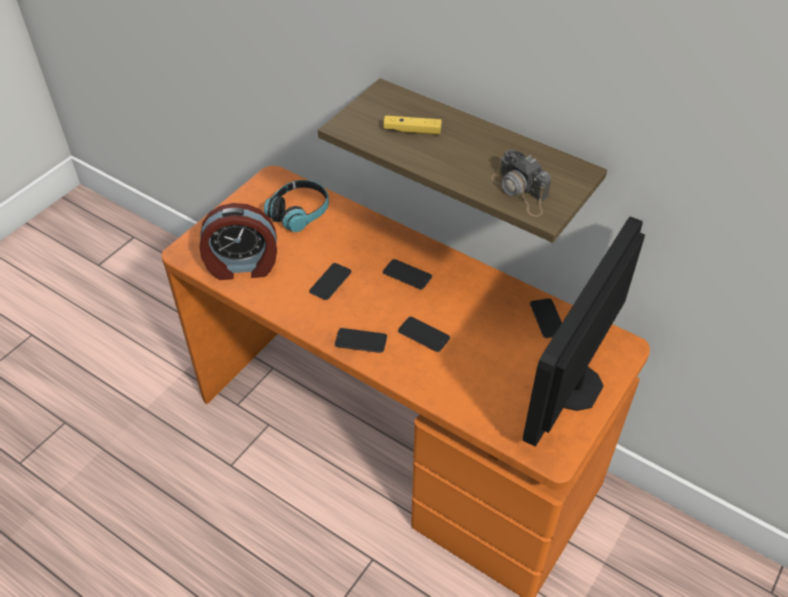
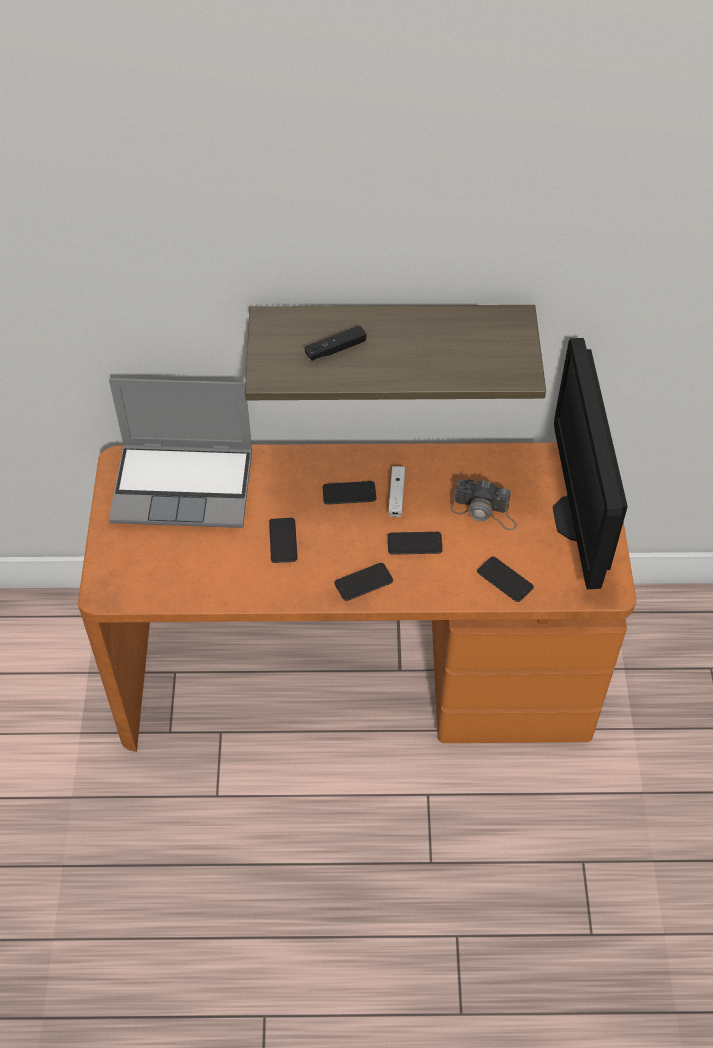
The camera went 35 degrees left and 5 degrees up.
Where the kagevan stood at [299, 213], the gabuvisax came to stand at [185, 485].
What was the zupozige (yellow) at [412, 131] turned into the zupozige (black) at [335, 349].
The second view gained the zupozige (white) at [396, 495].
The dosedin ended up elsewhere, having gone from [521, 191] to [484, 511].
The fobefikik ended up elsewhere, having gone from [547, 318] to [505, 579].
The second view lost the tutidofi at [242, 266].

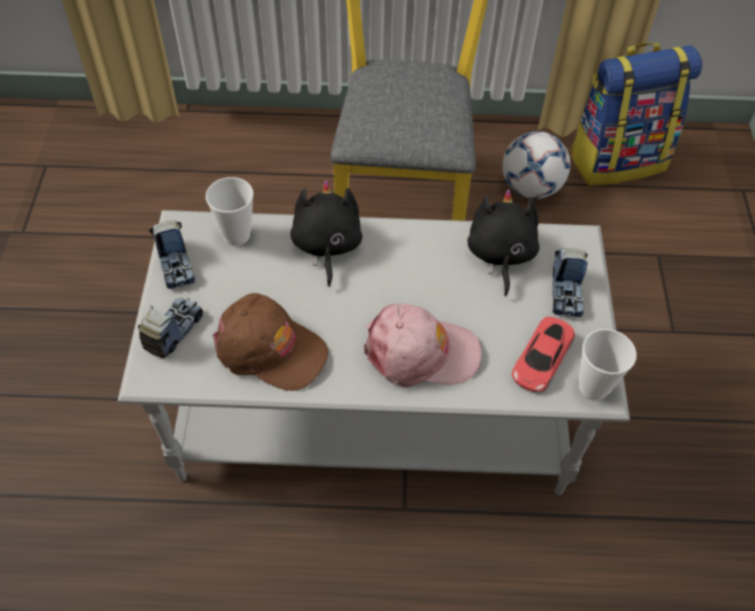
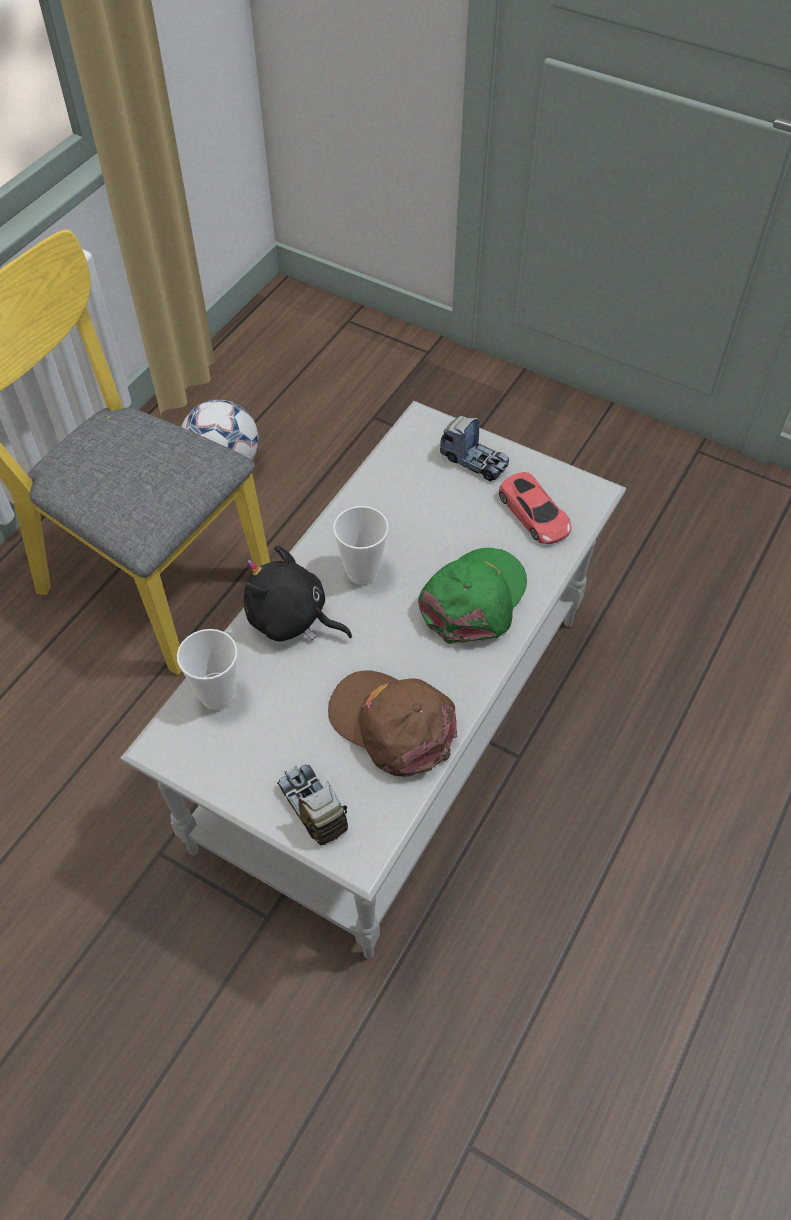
The camera went 60 degrees left and 0 degrees up.
The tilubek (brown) at [270, 349] ended up facing another way, 105 degrees counterclockwise from before.
The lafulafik ended up elsewhere, having gone from [593, 387] to [362, 572].
What was the tilubek (pink) at [421, 352] turned into the tilubek (green) at [474, 599].
The second view lost the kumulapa at [176, 264].
The second view lost the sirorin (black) at [500, 255].
The second view lost the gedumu at [617, 160].

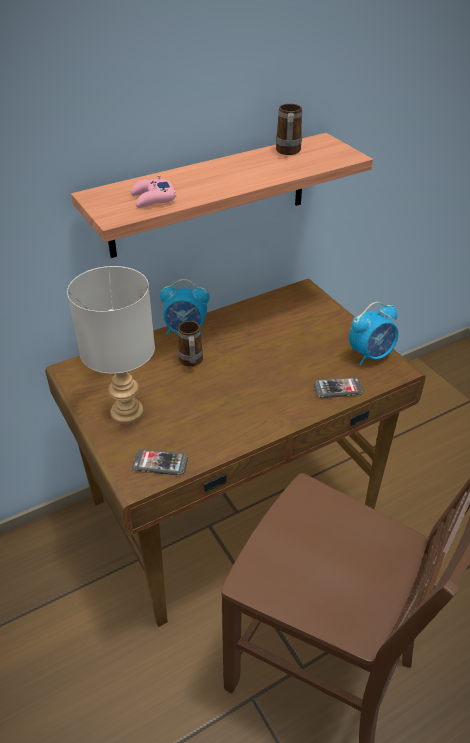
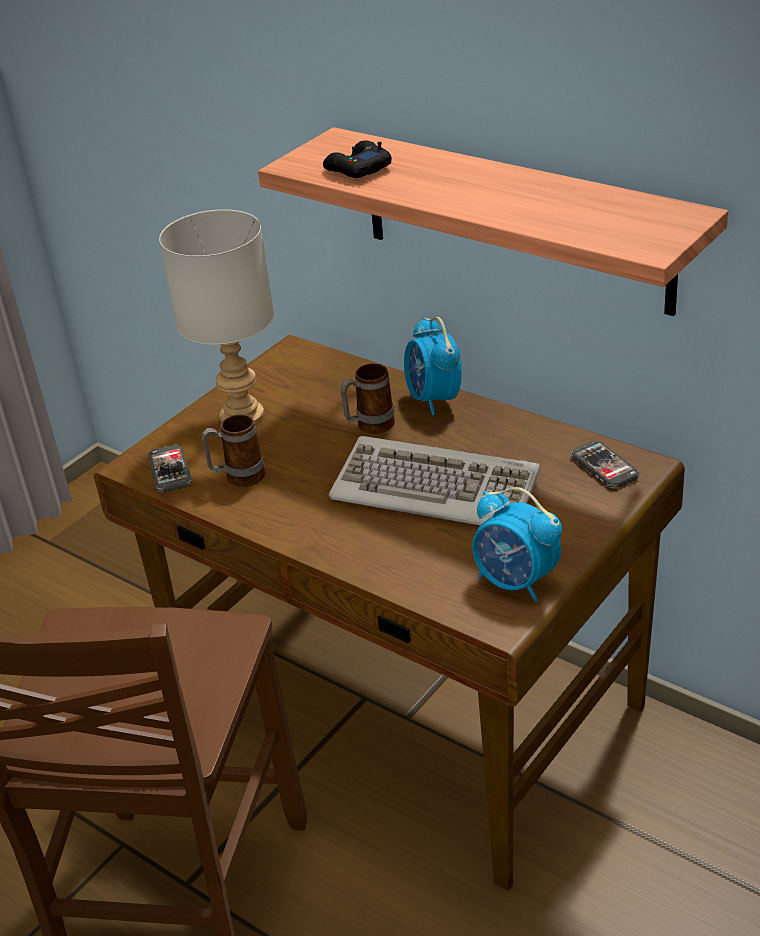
The camera went 70 degrees right and 5 degrees down.
The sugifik ended up elsewhere, having gone from [288, 152] to [238, 478].
What was the zupozige (pink) at [153, 199] turned into the zupozige (black) at [357, 169].
The second view gained the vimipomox at [436, 488].
The fobefikik ended up elsewhere, having gone from [338, 389] to [604, 467].

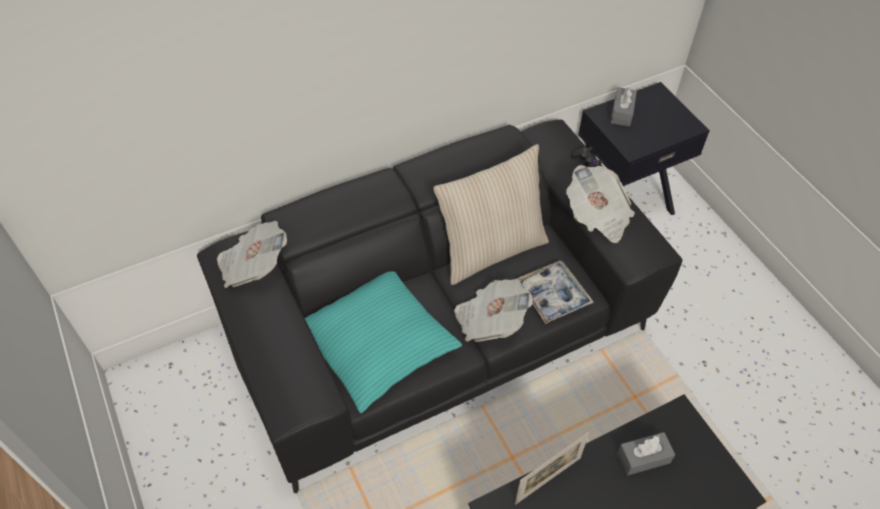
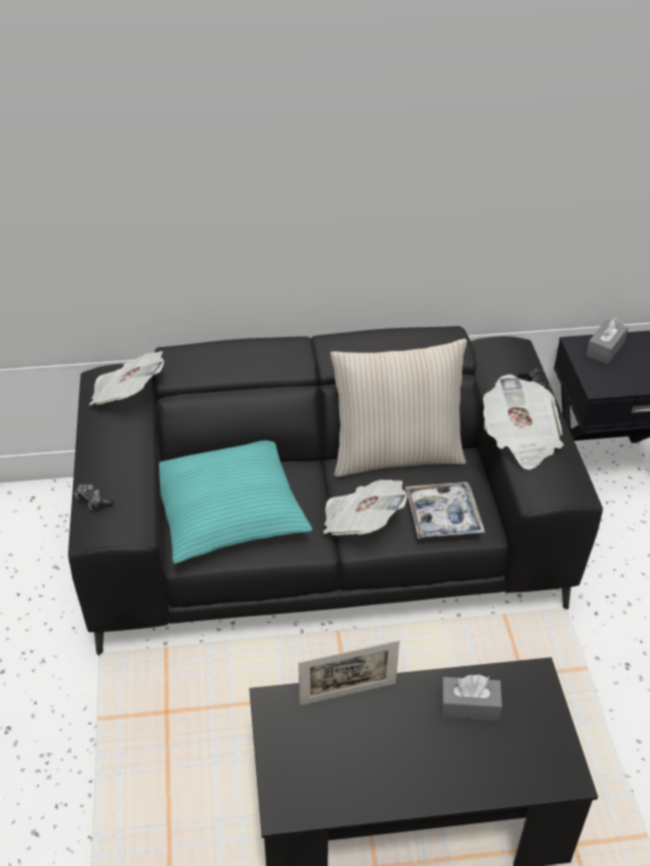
The camera went 20 degrees right and 10 degrees down.
The second view gained the zupozige at [93, 501].

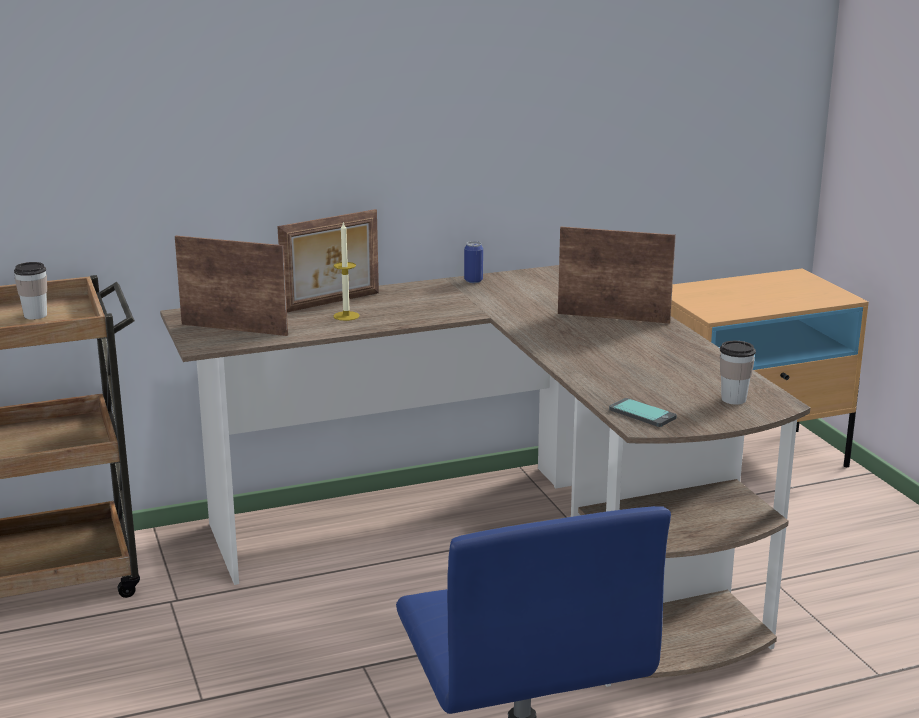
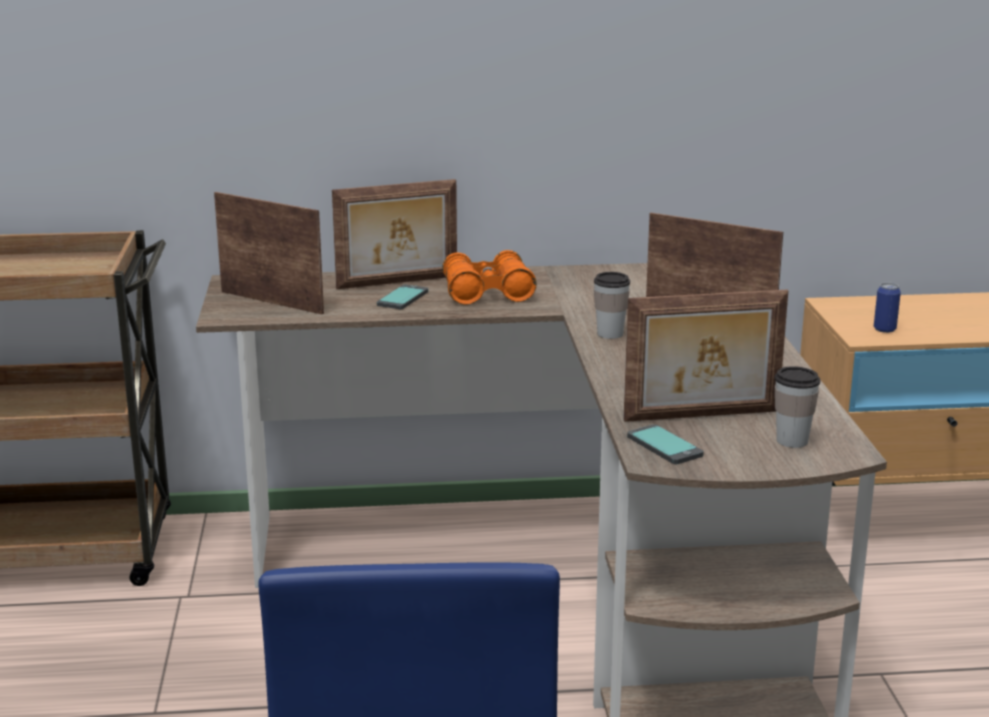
The camera went 15 degrees right and 0 degrees up.
Where the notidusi stood at [346, 316], the fobefikik came to stand at [402, 298].
The second view gained the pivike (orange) at [487, 293].
The lafulafik ended up elsewhere, having gone from [35, 315] to [610, 334].
The second view gained the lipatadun at [702, 417].
The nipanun ended up elsewhere, having gone from [473, 280] to [884, 329].

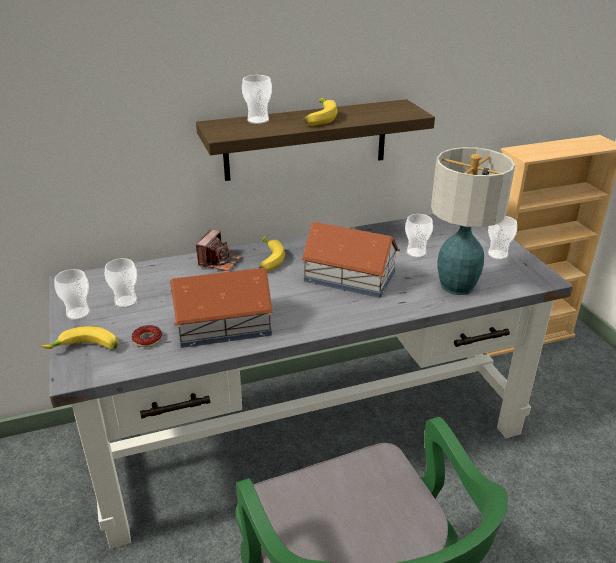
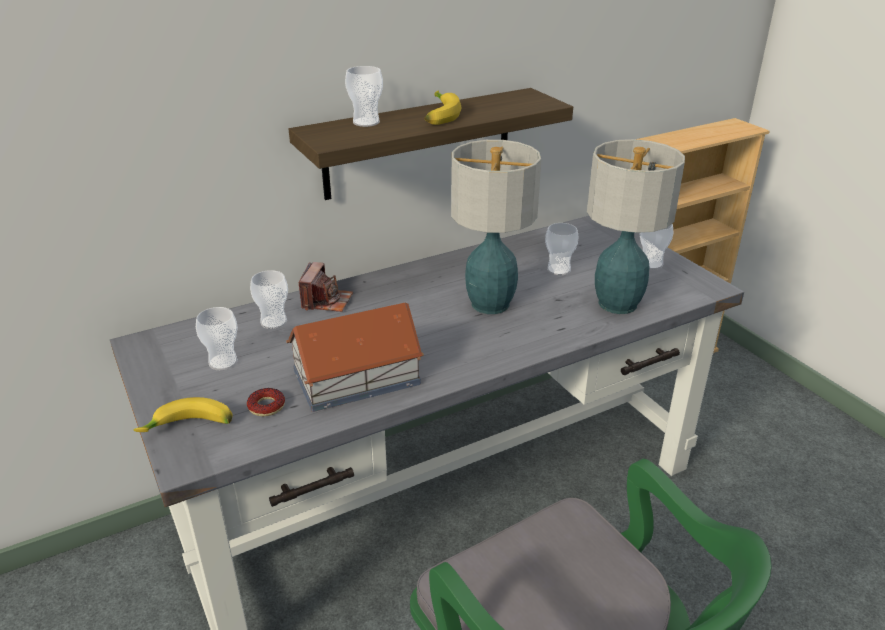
The camera went 10 degrees left and 0 degrees up.
The lafulafik ended up elsewhere, having gone from [78, 313] to [273, 322].
Where the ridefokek stood at [349, 276], the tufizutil came to stand at [489, 303].
The second view lost the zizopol at [267, 259].

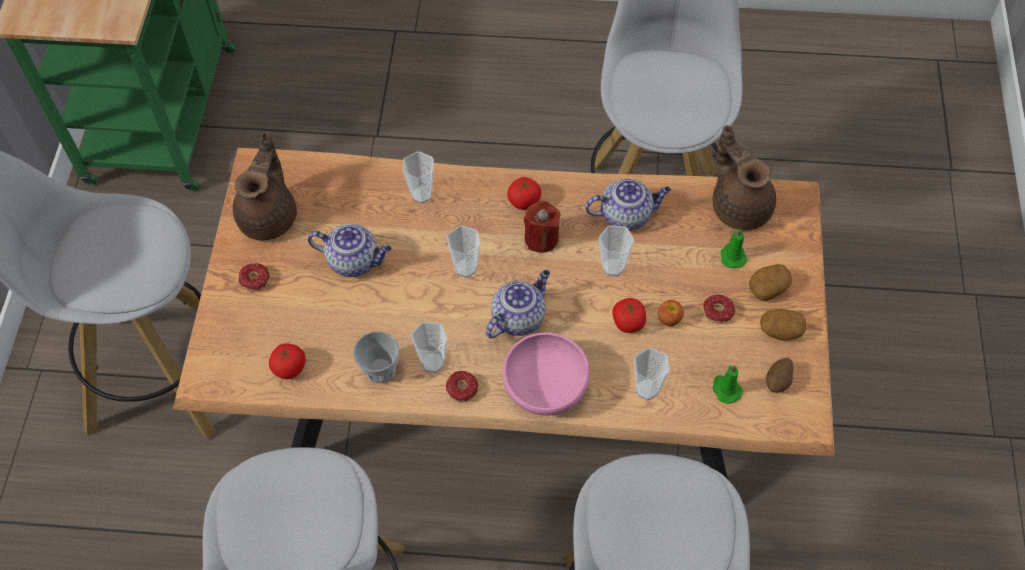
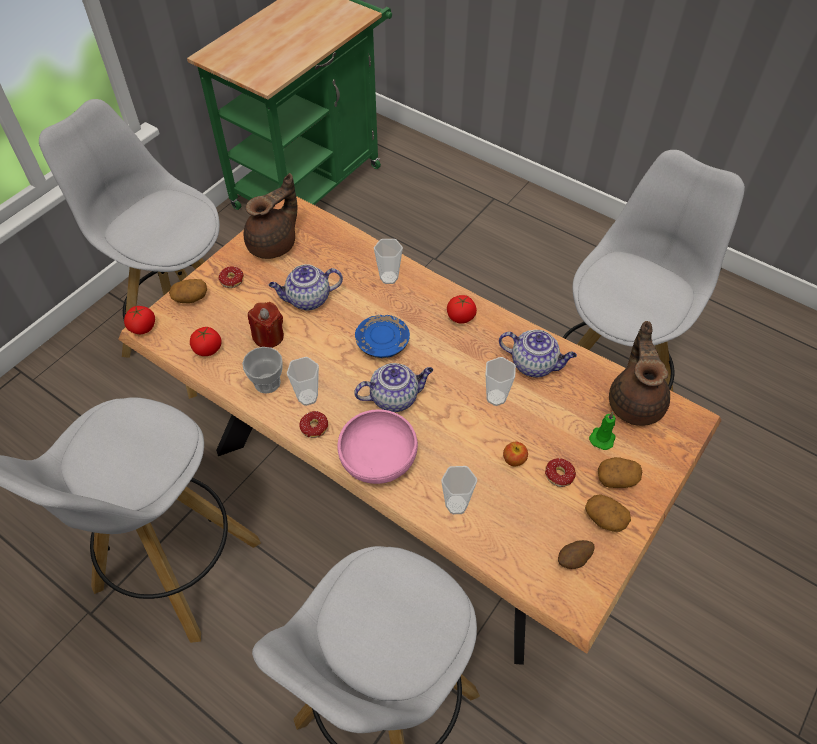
The camera went 30 degrees right and 5 degrees down.
The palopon ended up elsewhere, having gone from [628, 322] to [143, 328].
The second view gained the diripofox at [190, 298].
The notidusi (red) ended up elsewhere, having gone from [541, 238] to [268, 336].
The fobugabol at [354, 261] ended up facing another way, 120 degrees clockwise from before.
Where the lafulafik stood at [465, 268], the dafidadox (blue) came to stand at [382, 343].
The second view lost the notidusi (green) at [725, 389].

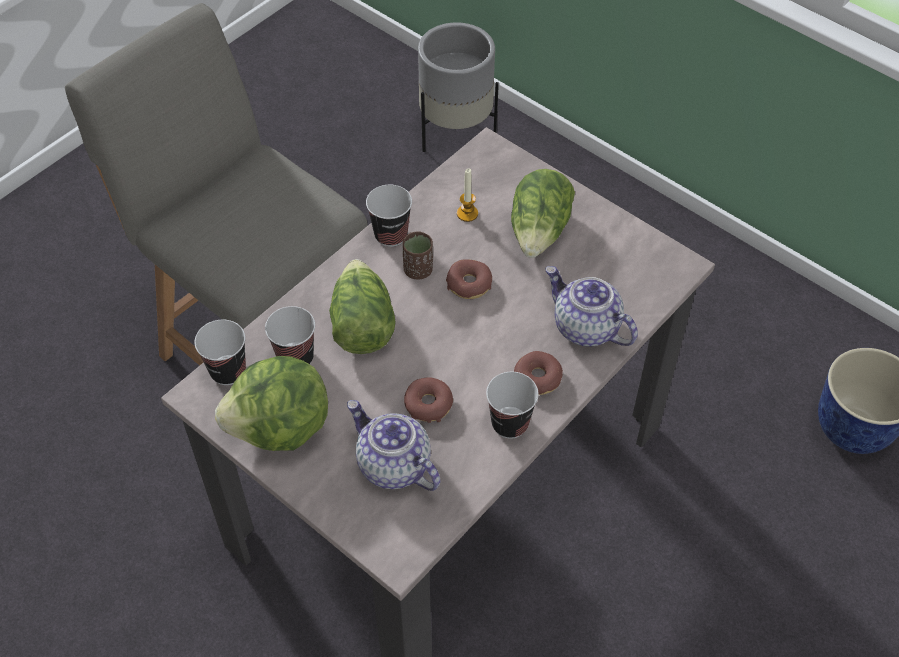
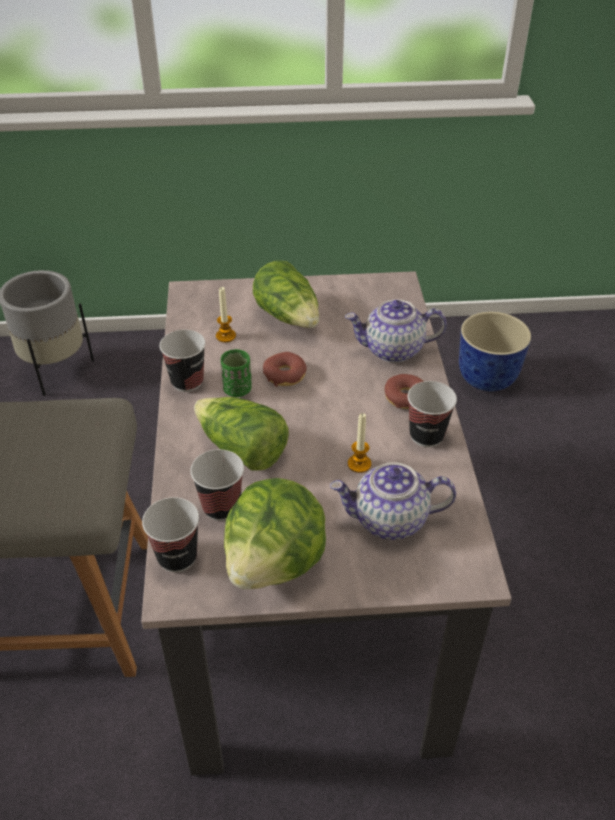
The camera went 45 degrees left and 10 degrees down.
What was the lafulafik (brown) at [418, 270] turned into the lafulafik (green) at [237, 389].
Where the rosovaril stood at [428, 404], the notidusi came to stand at [359, 464].

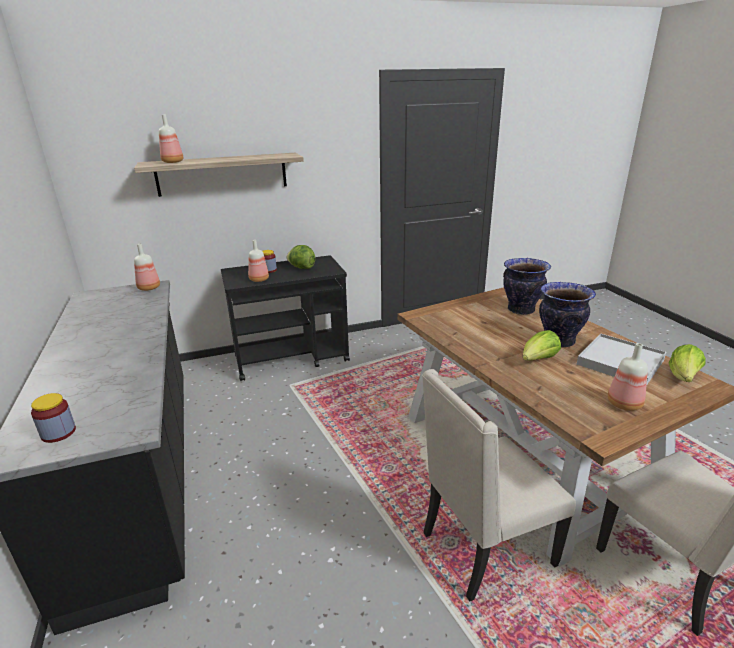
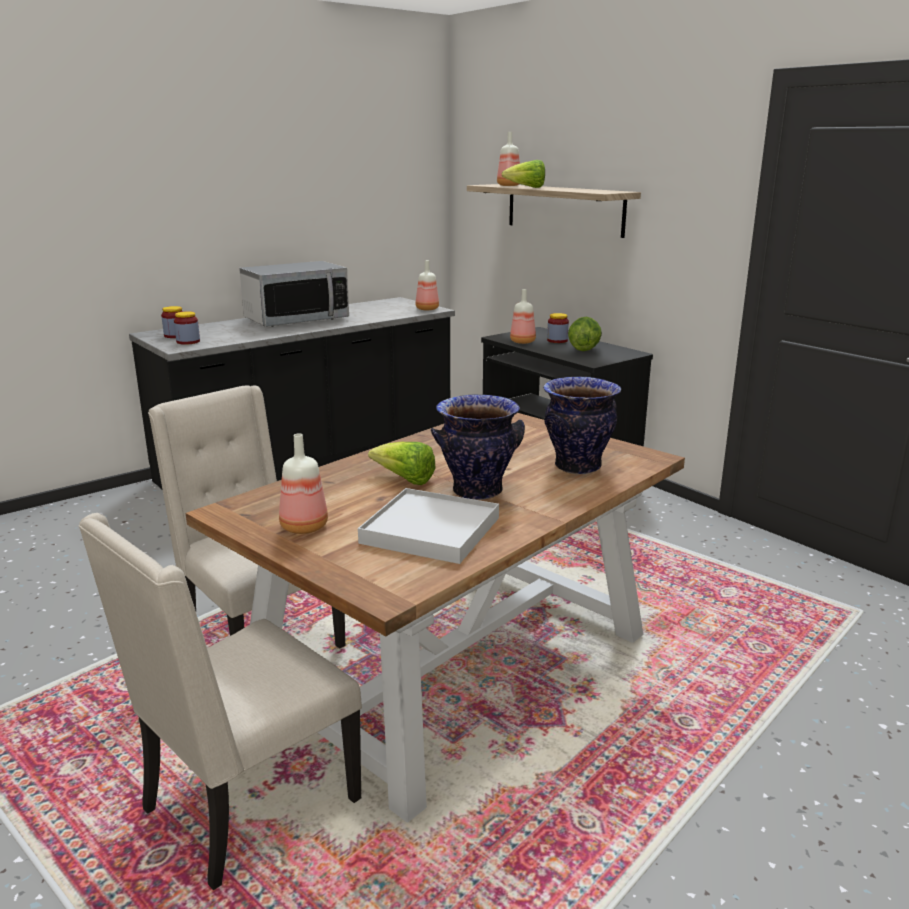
The camera went 70 degrees right and 5 degrees down.
The second view gained the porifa at [188, 342].
The second view gained the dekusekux at [296, 320].
The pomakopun ended up elsewhere, having gone from [683, 378] to [527, 187].

